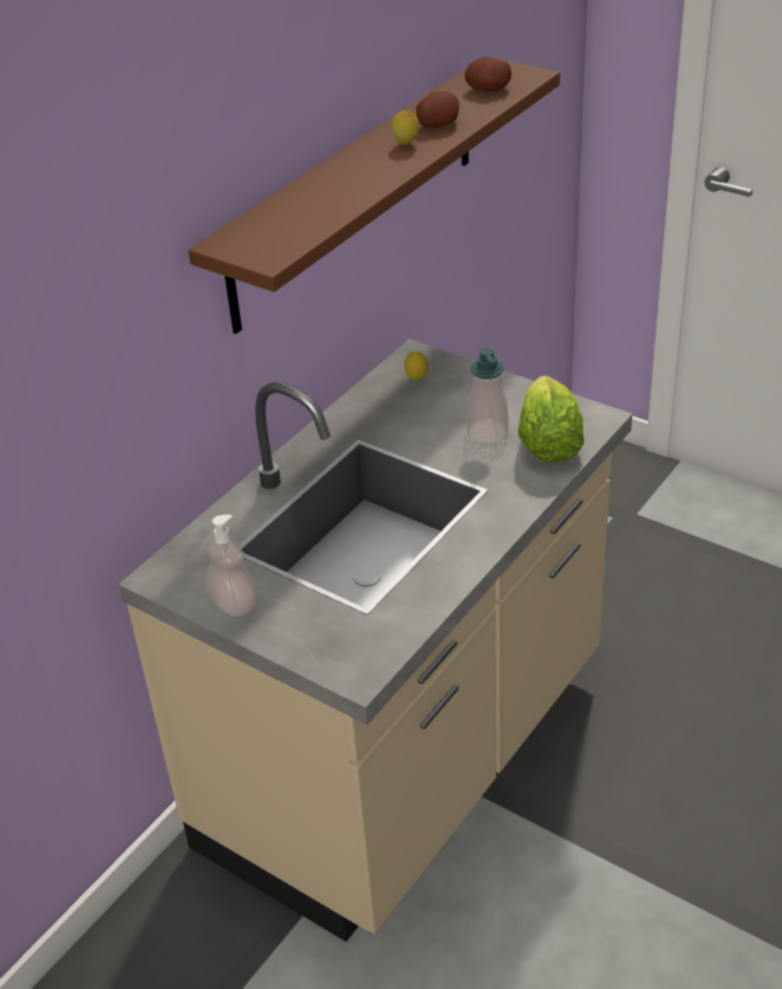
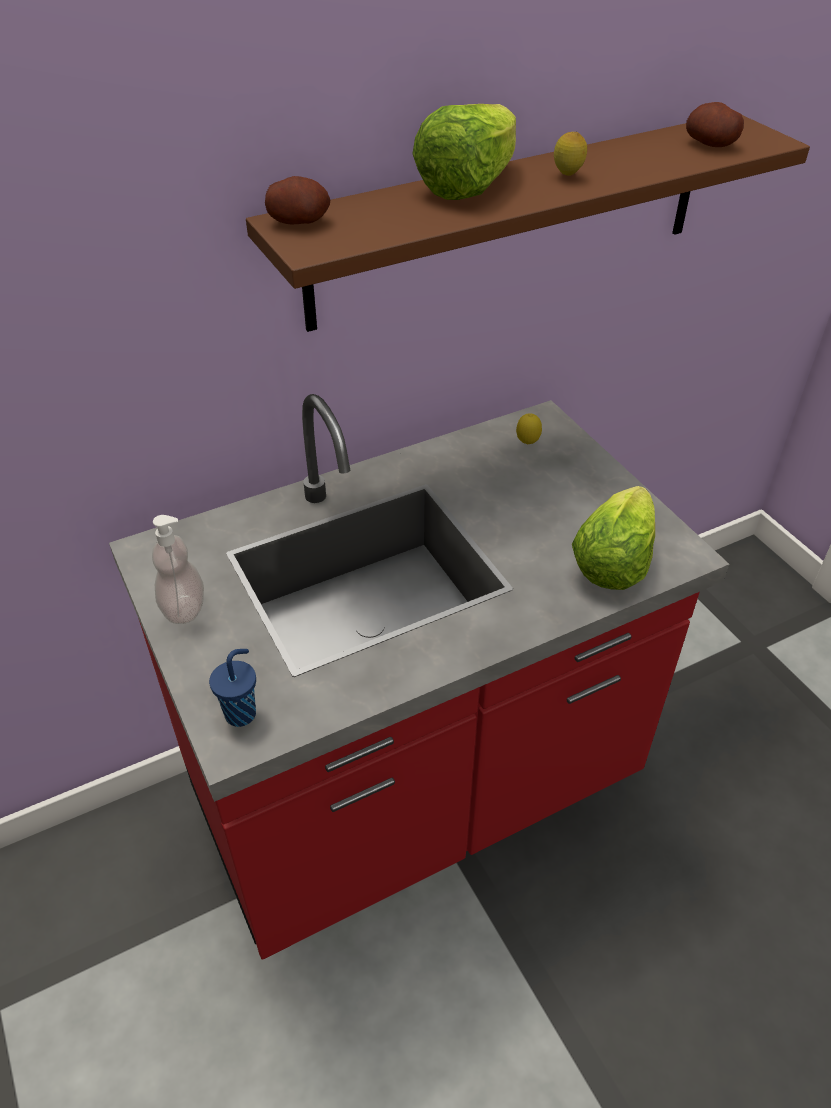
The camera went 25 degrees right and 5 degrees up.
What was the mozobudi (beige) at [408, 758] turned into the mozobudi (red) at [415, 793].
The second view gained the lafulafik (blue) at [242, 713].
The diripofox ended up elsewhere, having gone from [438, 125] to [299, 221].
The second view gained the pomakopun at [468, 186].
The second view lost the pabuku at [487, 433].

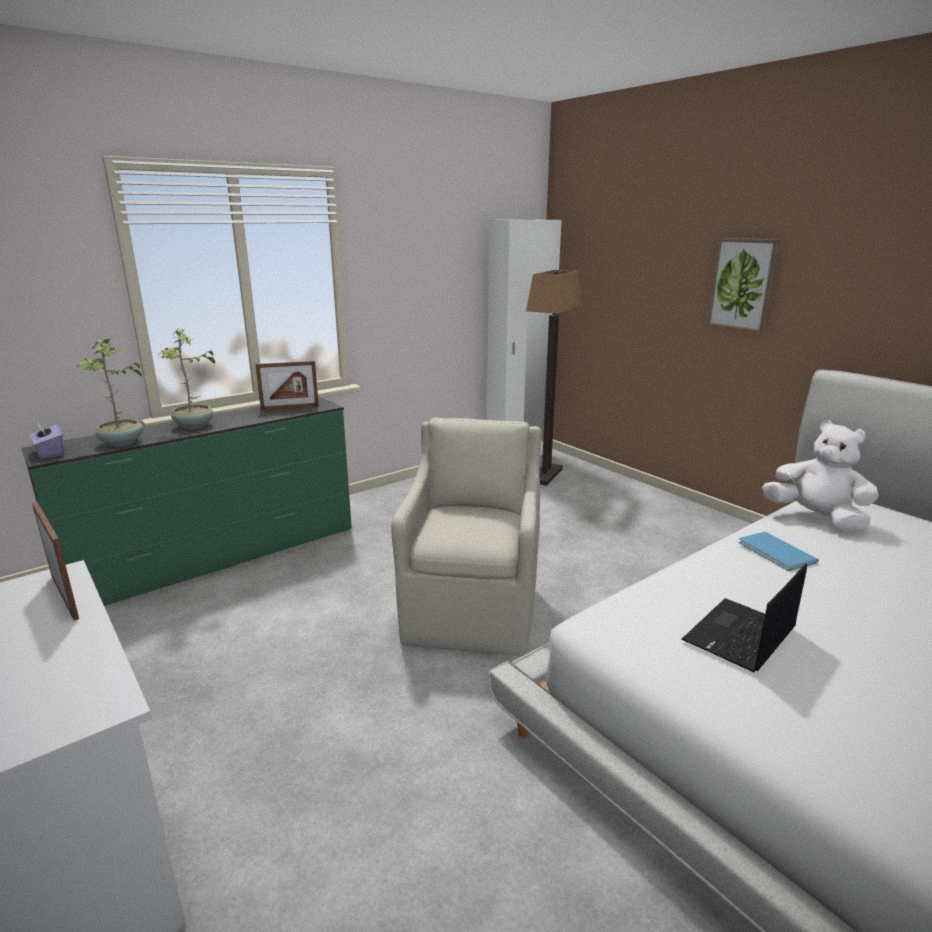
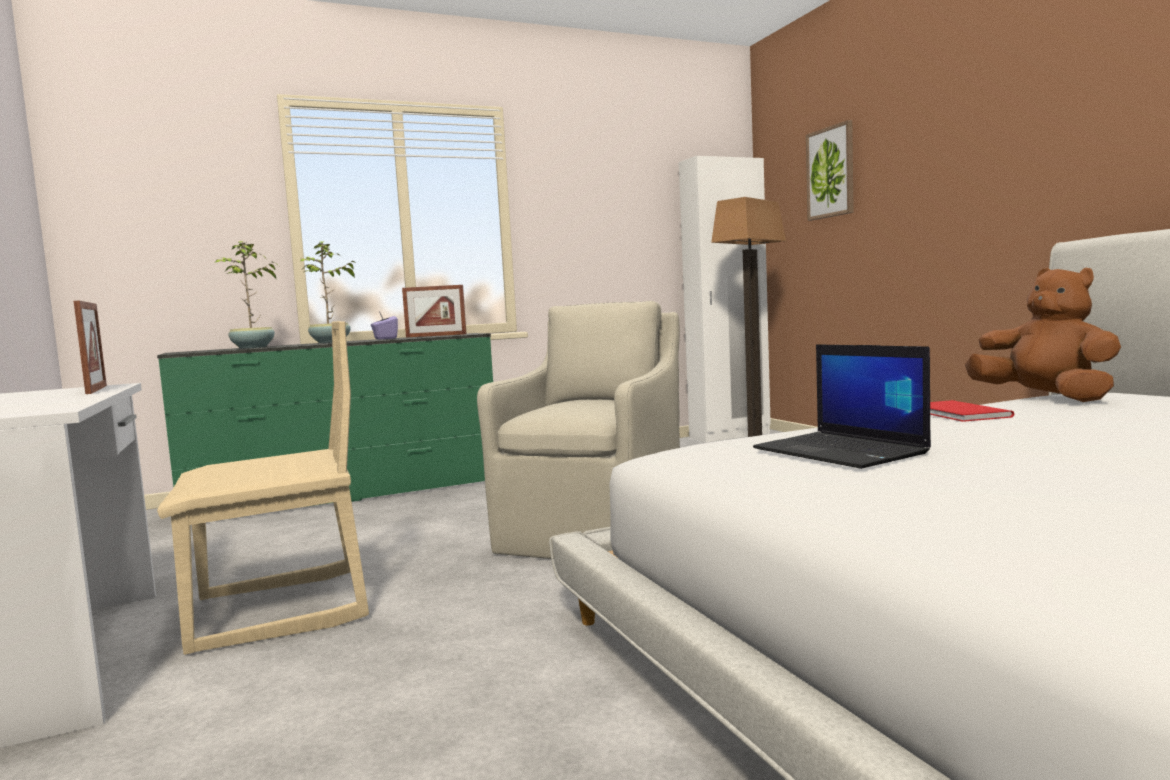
The camera went 15 degrees right and 15 degrees down.
The second view gained the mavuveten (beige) at [280, 610].
The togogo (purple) ended up elsewhere, having gone from [50, 453] to [385, 338].
The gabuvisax at [740, 636] ended up facing another way, 90 degrees counterclockwise from before.
The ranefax ended up elsewhere, having gone from [742, 284] to [831, 172].
What was the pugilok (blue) at [776, 553] turned into the pugilok (red) at [957, 414].
What was the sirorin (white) at [816, 518] turned into the sirorin (brown) at [1045, 398].

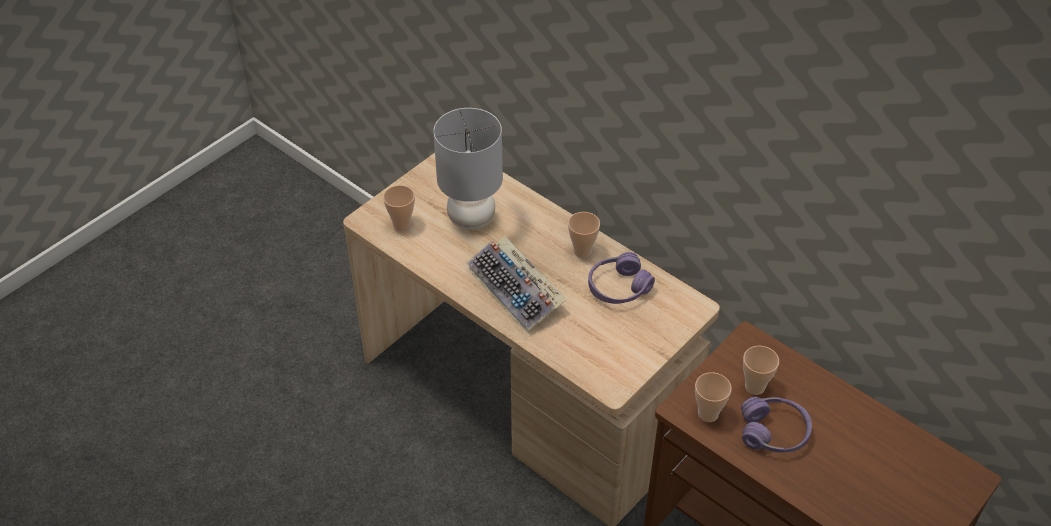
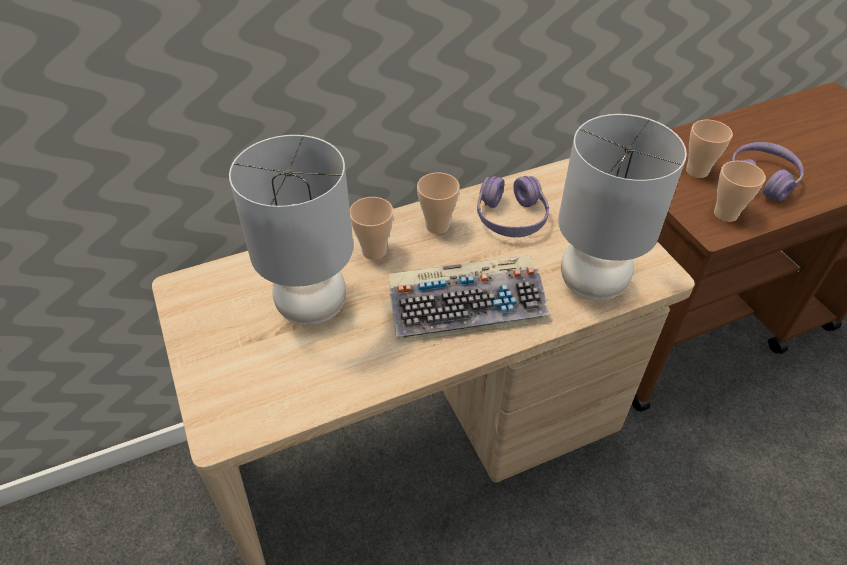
The camera went 65 degrees left and 0 degrees up.
The lafulafik ended up elsewhere, having gone from [401, 224] to [374, 251].
The second view gained the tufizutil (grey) at [592, 285].

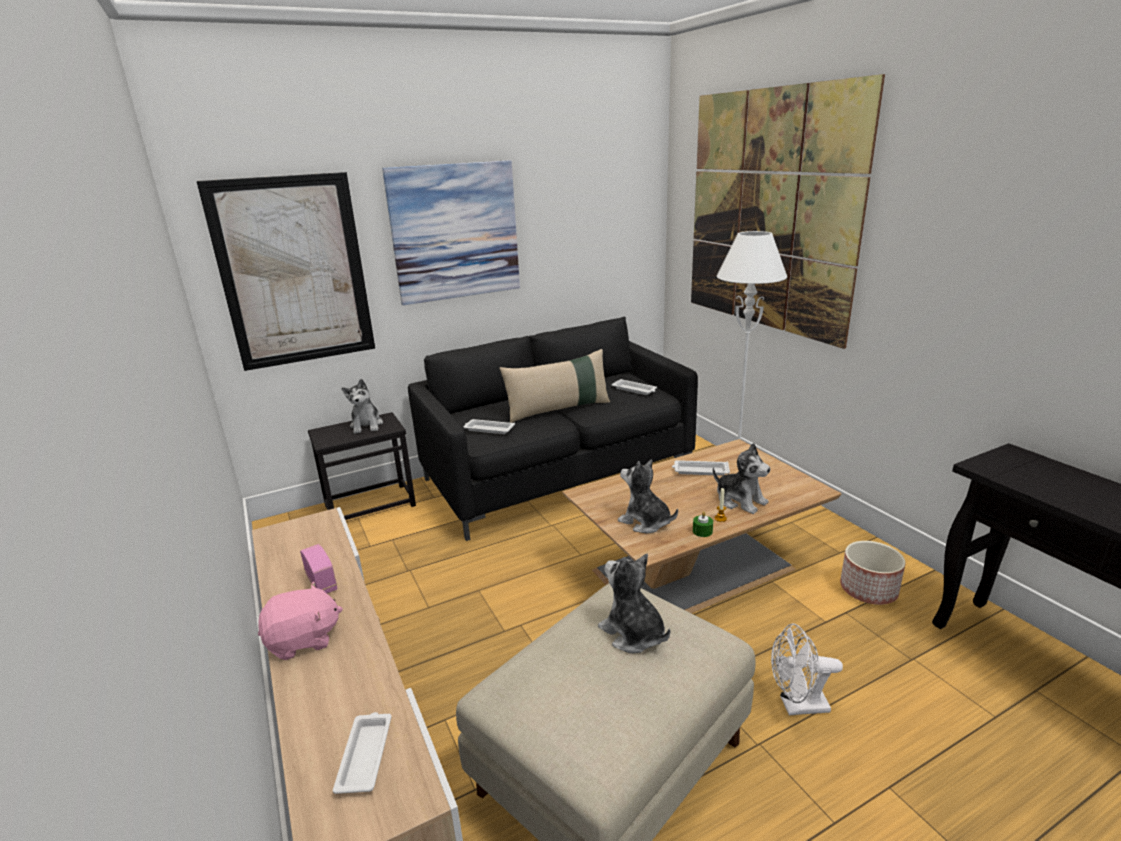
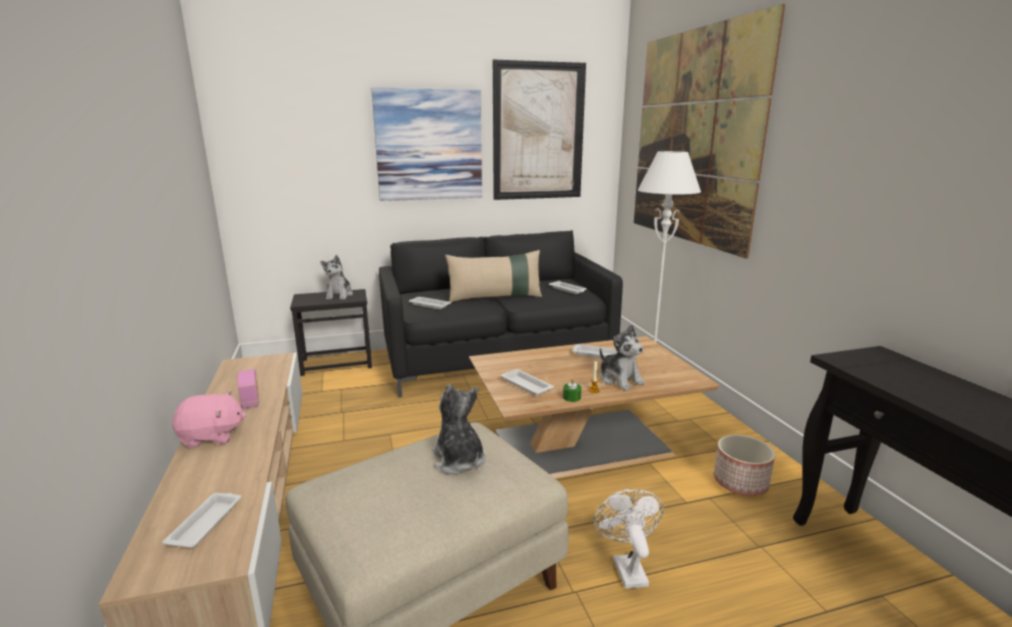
The camera went 10 degrees right and 5 degrees down.
The ranefax ended up elsewhere, having gone from [294, 272] to [538, 132].
Where the sirorin stood at [645, 522], the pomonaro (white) came to stand at [525, 385].
The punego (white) at [797, 706] ended up facing another way, 75 degrees clockwise from before.

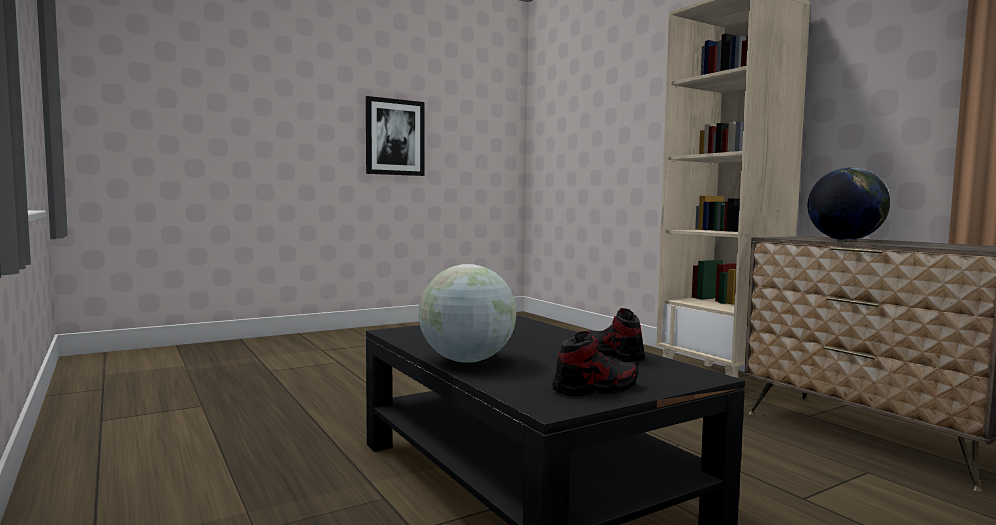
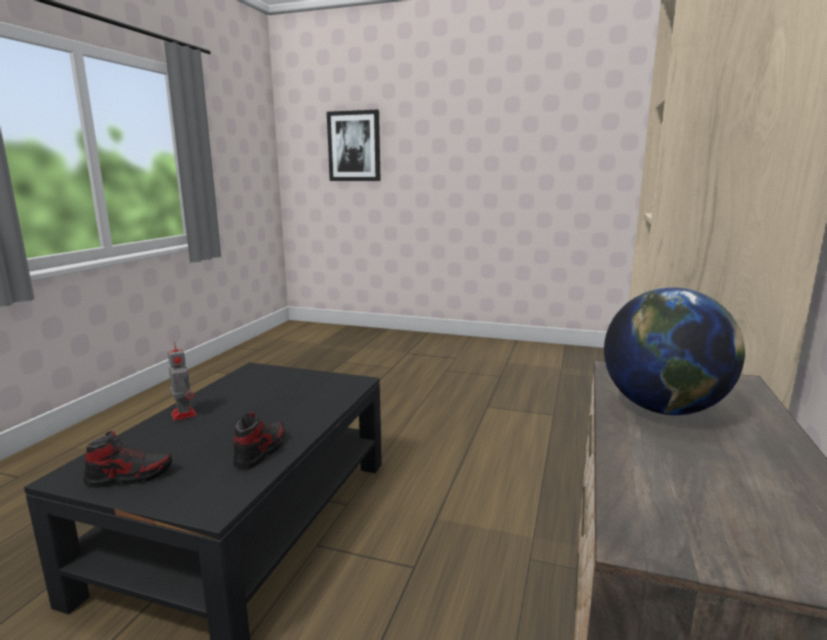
The camera went 50 degrees right and 10 degrees up.
The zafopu at [595, 389] ended up facing another way, 45 degrees counterclockwise from before.
Where the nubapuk stood at [467, 361], the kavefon came to stand at [183, 414].
The ranefax ended up elsewhere, having gone from [395, 137] to [354, 146].

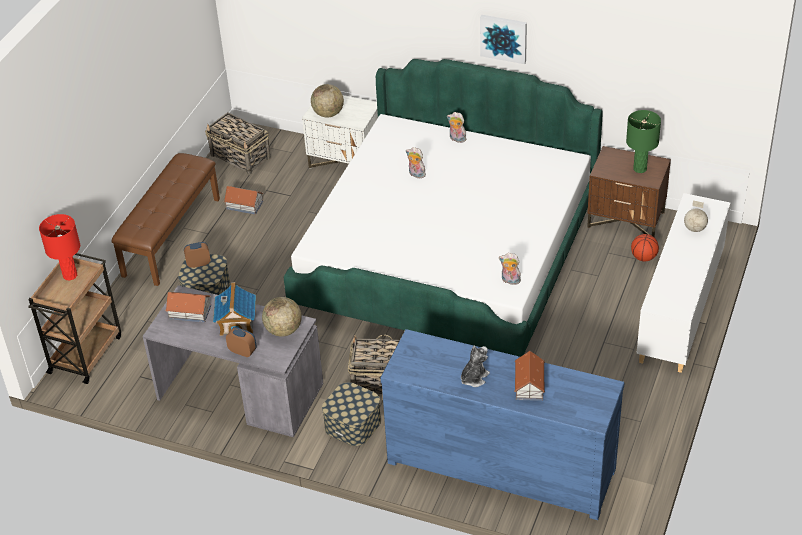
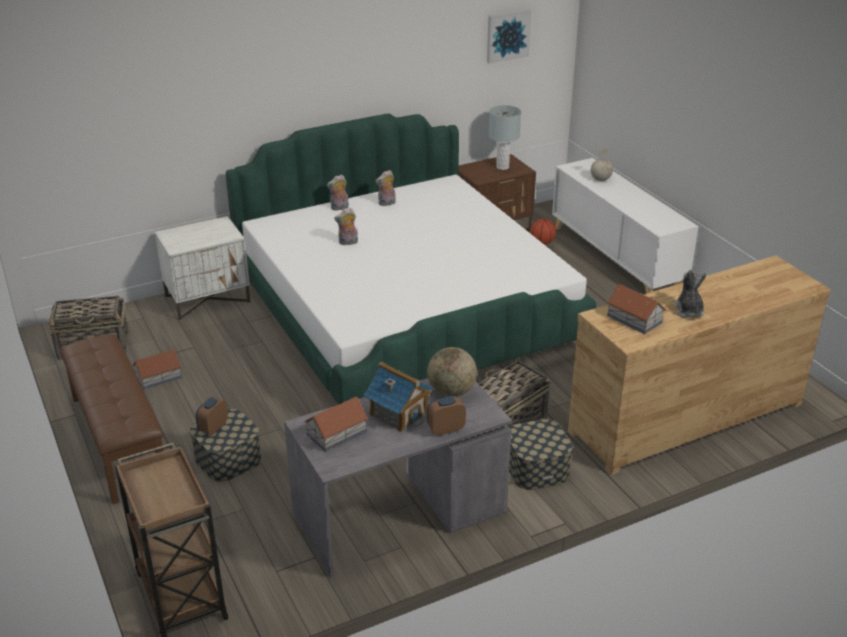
The camera went 50 degrees left and 10 degrees down.
The sirorin ended up elsewhere, having gone from [510, 281] to [387, 203].
The ranefax ended up elsewhere, having gone from [503, 38] to [508, 35].
What was the tufizutil (green) at [640, 169] turned into the tufizutil (grey) at [502, 167].
What was the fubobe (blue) at [500, 464] turned into the fubobe (brown) at [684, 417].
The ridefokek ended up elsewhere, having gone from [529, 384] to [634, 318].
The second view lost the tufizutil (red) at [70, 275].
The second view lost the nubapuk at [328, 114].

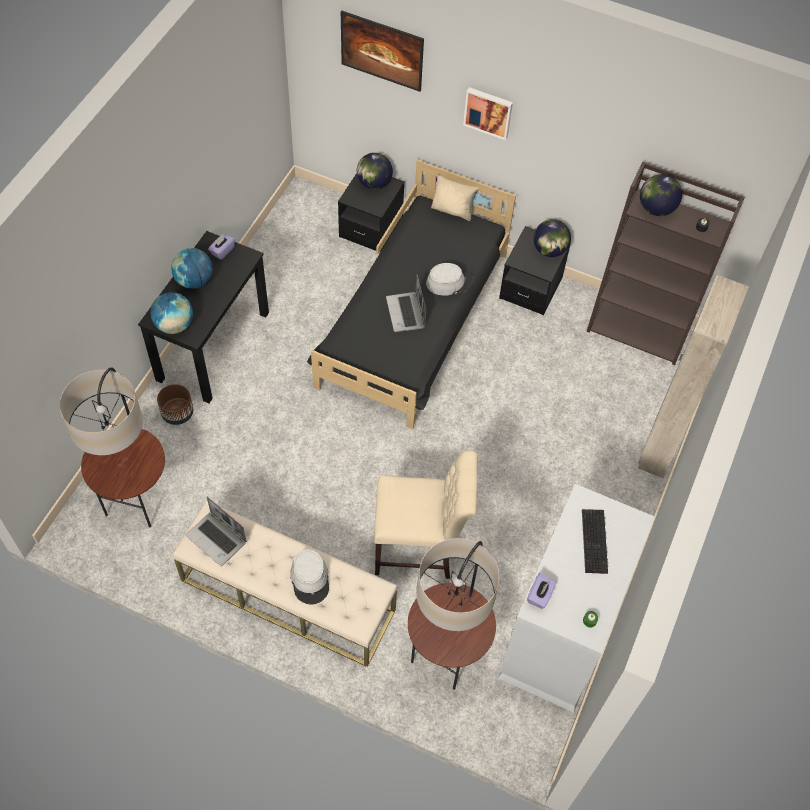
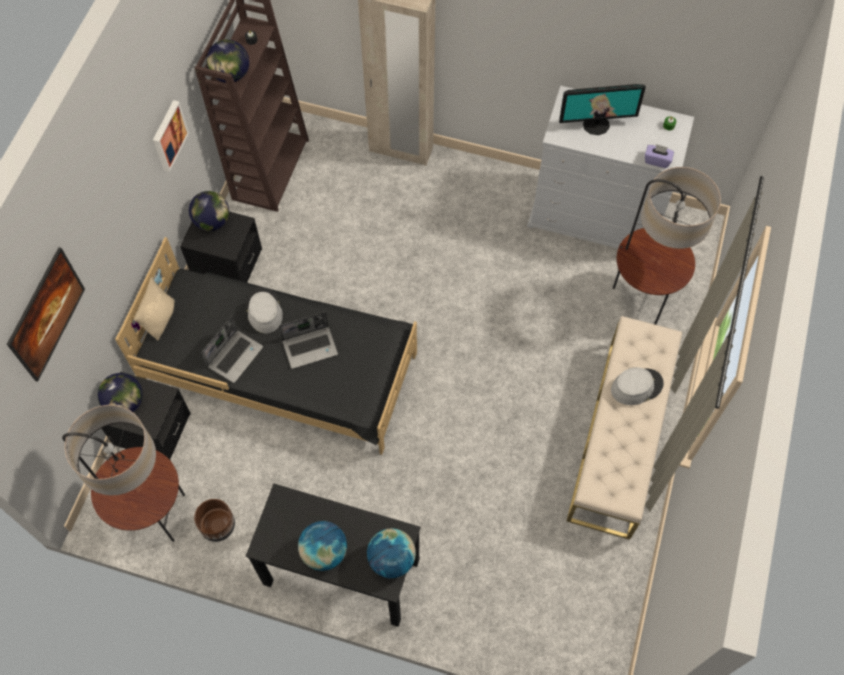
The camera went 95 degrees left and 5 degrees up.
The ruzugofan ended up elsewhere, having gone from [137, 500] to [154, 514].
The ranefax ended up elsewhere, having gone from [488, 112] to [168, 135].
The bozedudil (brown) ended up elsewhere, having gone from [178, 413] to [218, 525].
The gabuvisax ended up elsewhere, having gone from [217, 539] to [235, 356].
Where the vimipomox stood at [595, 542], the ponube came to stand at [596, 124].
The second view lost the togogo (purple) at [222, 251].
The second view lost the mavuveten (beige) at [419, 548].

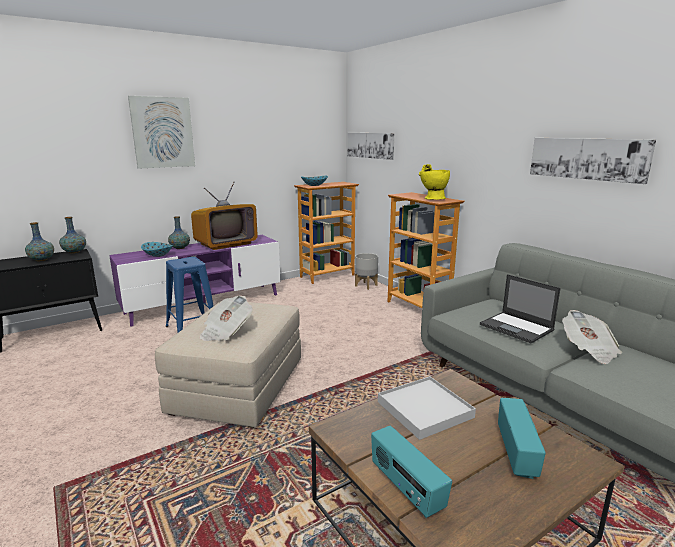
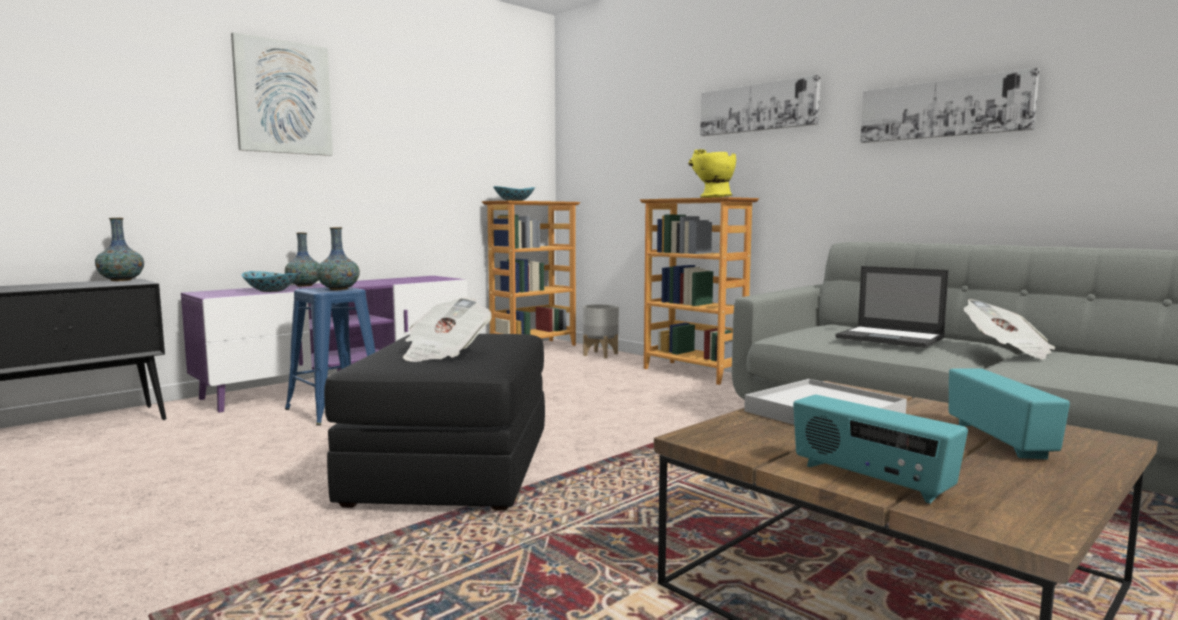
The camera went 10 degrees left and 10 degrees down.
The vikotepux ended up elsewhere, having gone from [41, 259] to [338, 289].
What was the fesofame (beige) at [238, 386] turned into the fesofame (black) at [452, 467].
The ranefax ended up elsewhere, having gone from [370, 145] to [758, 108].
The second view lost the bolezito at [225, 244].

